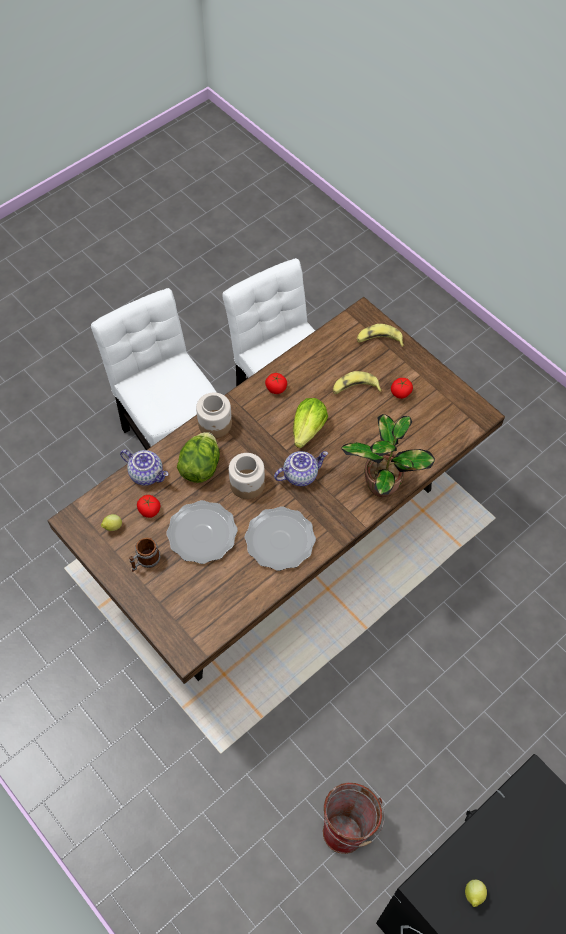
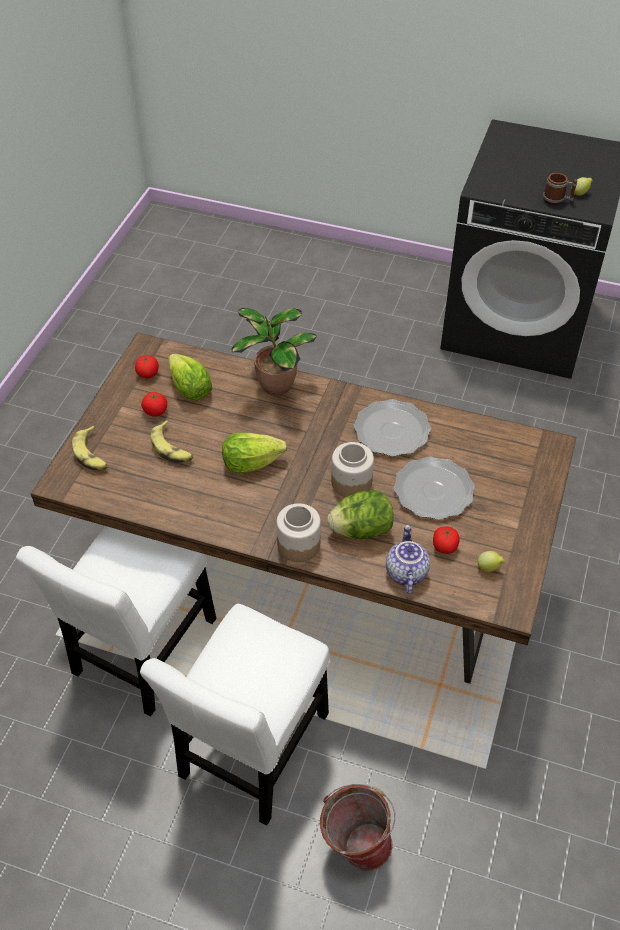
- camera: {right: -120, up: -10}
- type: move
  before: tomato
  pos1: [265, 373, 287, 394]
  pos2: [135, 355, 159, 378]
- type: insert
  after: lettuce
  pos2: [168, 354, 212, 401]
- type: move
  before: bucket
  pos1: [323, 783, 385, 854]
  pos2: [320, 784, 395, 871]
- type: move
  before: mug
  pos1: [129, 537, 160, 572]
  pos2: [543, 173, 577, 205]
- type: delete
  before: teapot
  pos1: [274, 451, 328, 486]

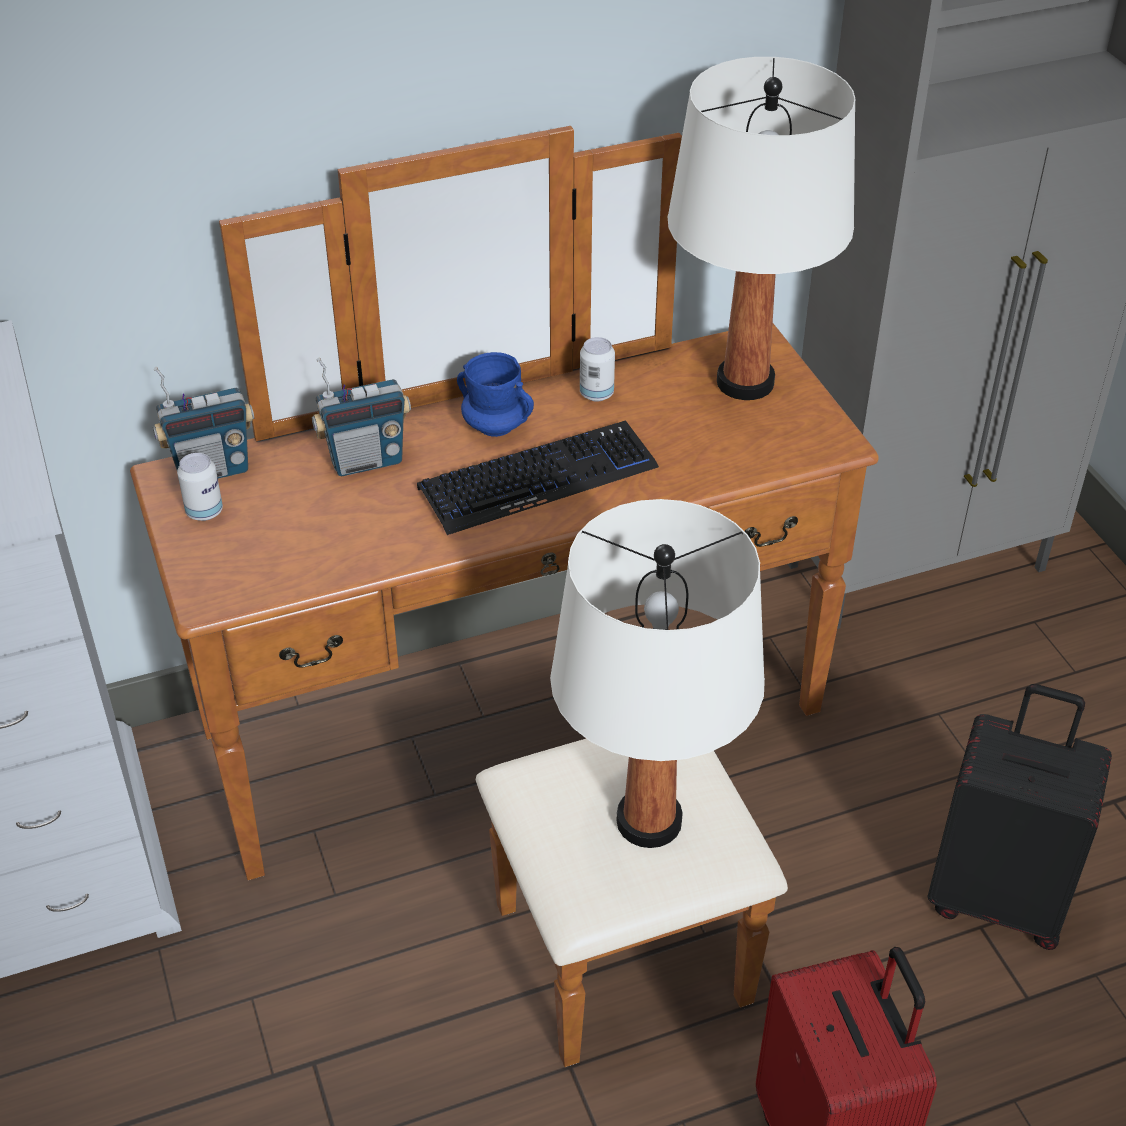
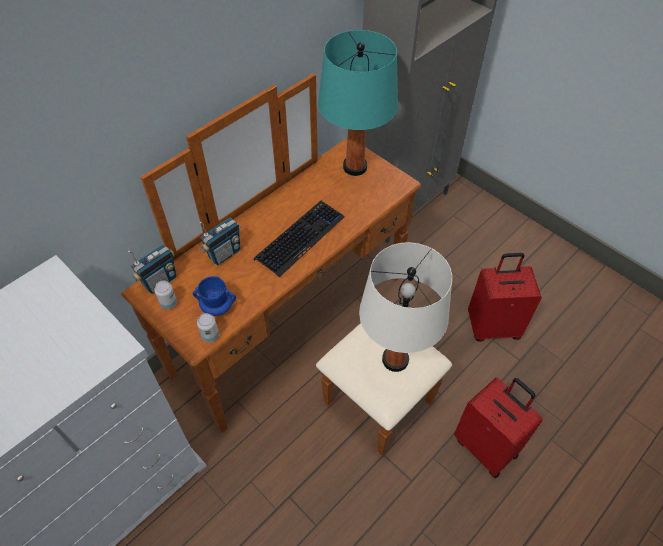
- camera: {right: -25, up: 10}
- type: move
  before: mug (blue)
  pos1: [457, 352, 534, 437]
  pos2: [193, 276, 236, 316]
- type: move
  before: can
  pos1: [580, 337, 615, 402]
  pos2: [197, 313, 219, 342]
- type: recolor
  before: table lamp (white)
  after: table lamp (turquoise)
  pos1: [668, 57, 856, 400]
  pos2: [318, 30, 398, 176]
- type: recolor
  before: suitcase (black)
  after: suitcase (red)
  pos1: [927, 684, 1112, 950]
  pos2: [468, 253, 542, 342]

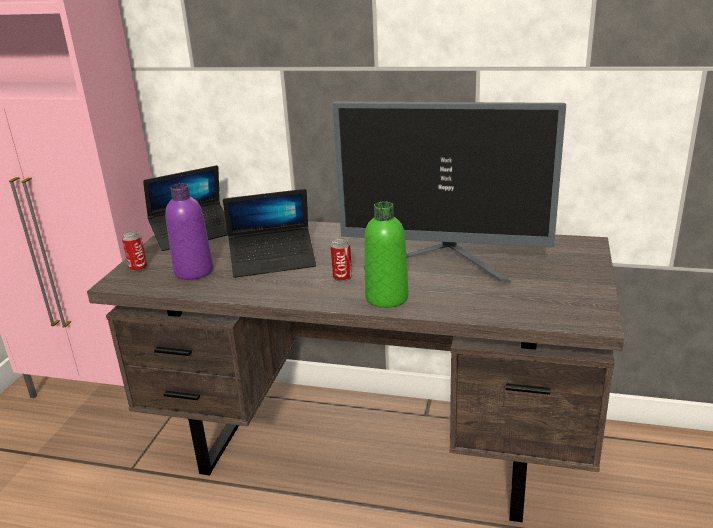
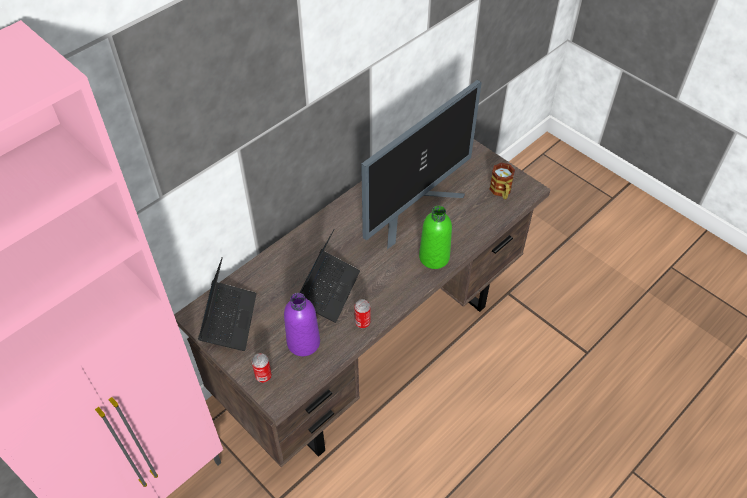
- camera: {right: -60, up: 25}
- type: move
  before: can
  pos1: [330, 238, 352, 282]
  pos2: [354, 299, 371, 328]
- type: insert
  after: mug
  pos2: [489, 163, 515, 199]

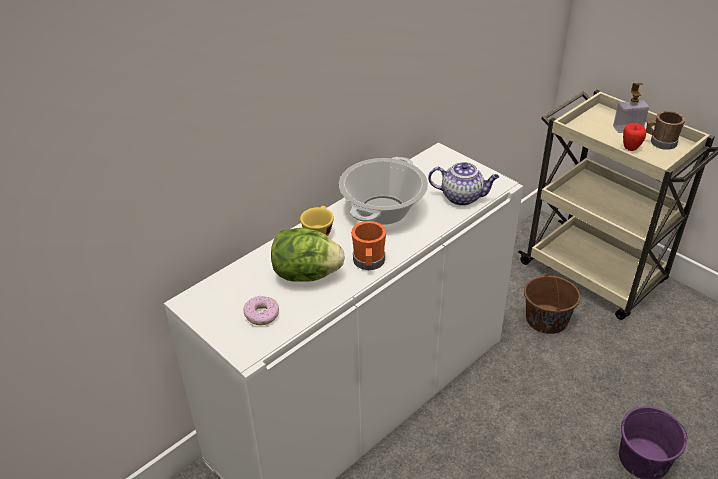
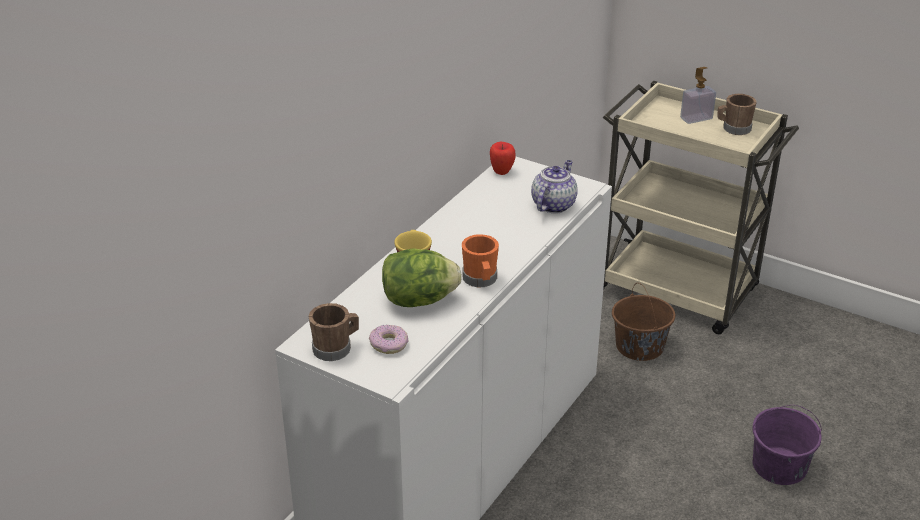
- camera: {right: -15, up: -5}
- type: insert
  after: mug (brown)
  pos2: [309, 303, 359, 361]
- type: move
  before: apple
  pos1: [623, 123, 646, 151]
  pos2: [490, 142, 516, 175]
- type: rotate
  before: teapot
  pos1: [428, 162, 499, 206]
  pos2: [531, 160, 578, 213]
  turn: -60
- type: delete
  before: cooking pot
  pos1: [339, 157, 428, 225]

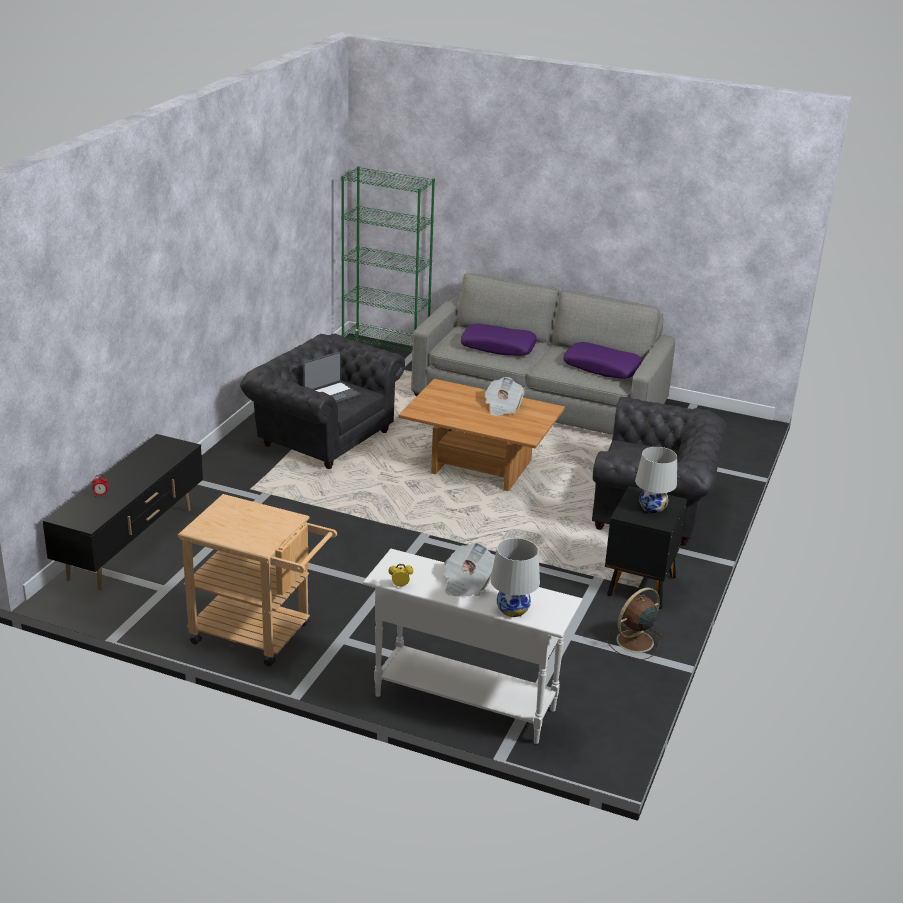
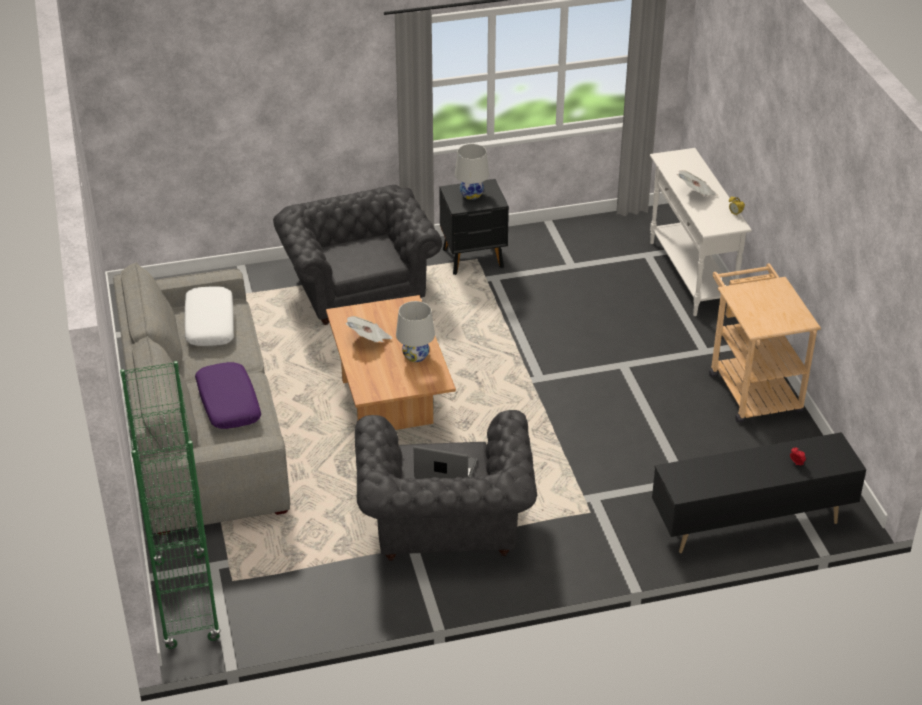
- camera: {right: -125, up: 10}
- type: recolor
  before: pillow (purple)
  after: pillow (white)
  pos1: [563, 342, 642, 379]
  pos2: [185, 286, 234, 346]
- type: move
  before: table lamp (white)
  pos1: [490, 538, 540, 617]
  pos2: [396, 301, 435, 362]
- type: delete
  before: fan (brown)
  pos1: [607, 588, 663, 660]

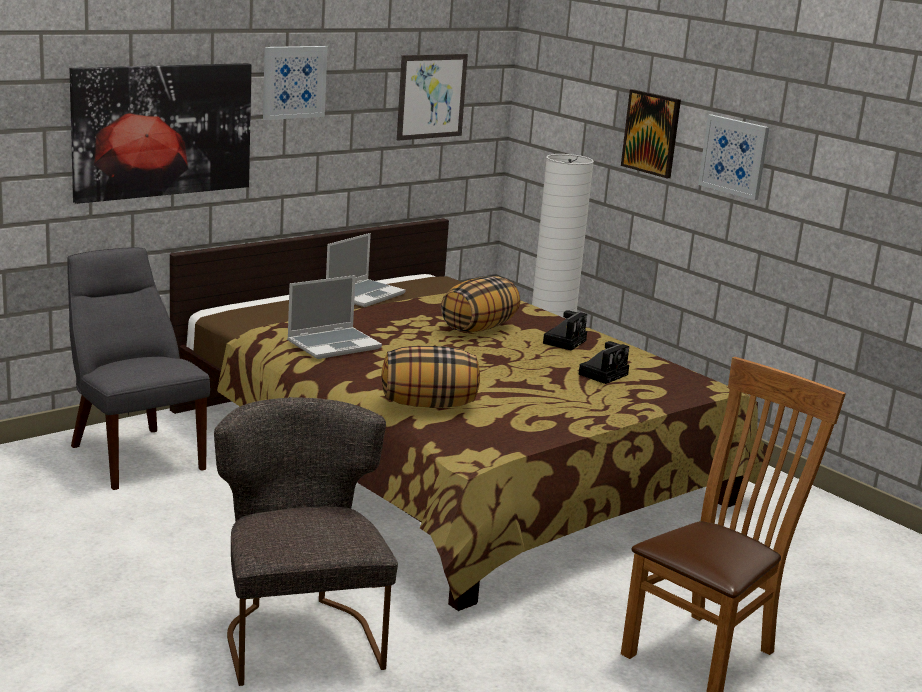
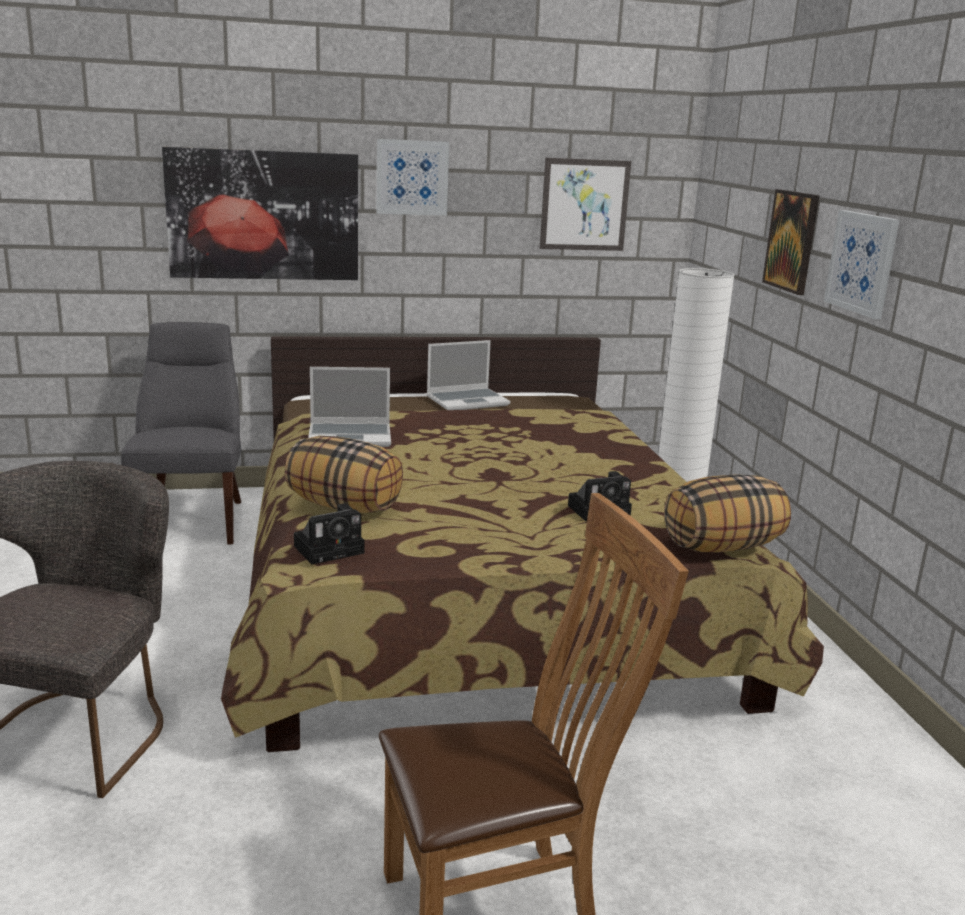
- camera: {right: 30, up: 0}
- type: move
  before: photo camera
  pos1: [543, 310, 587, 350]
  pos2: [294, 503, 364, 564]
- type: move
  before: pillow
  pos1: [441, 276, 520, 332]
  pos2: [664, 474, 791, 552]

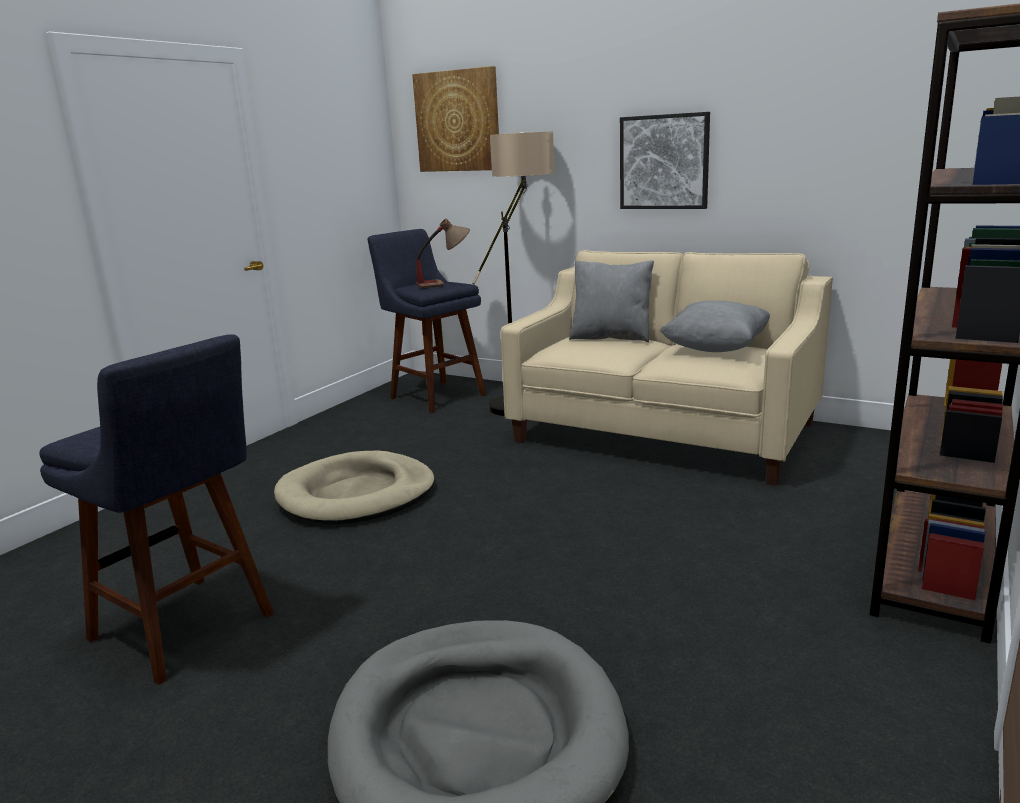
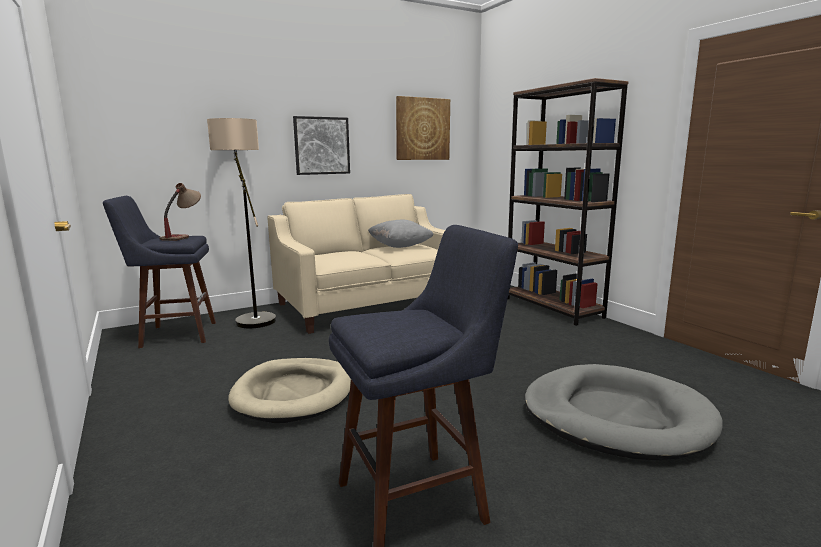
- camera: {right: -60, up: -5}
- type: move
  before: picture
  pos1: [412, 66, 499, 172]
  pos2: [396, 96, 450, 160]
- type: delete
  before: pillow (grey)
  pos1: [569, 260, 654, 342]

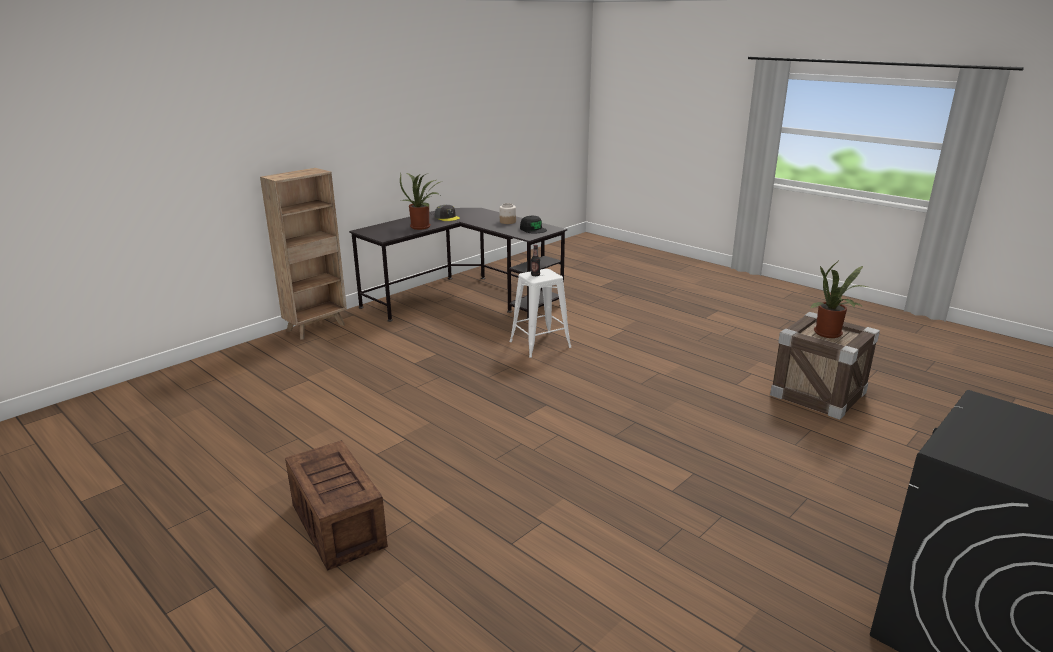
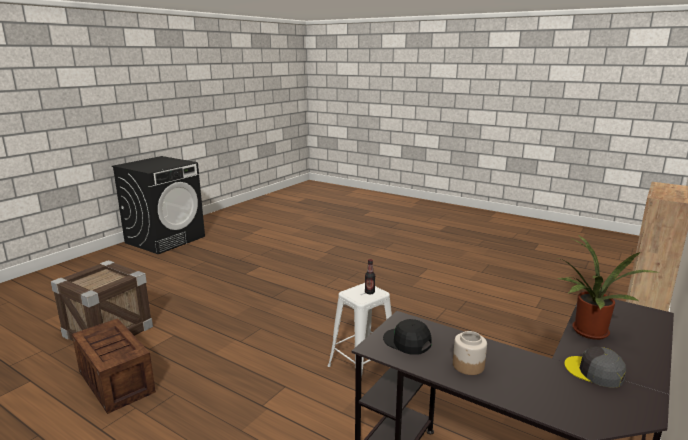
- camera: {right: 170, up: -5}
- type: move
  before: crate
  pos1: [285, 440, 388, 571]
  pos2: [72, 318, 156, 414]
- type: delete
  before: potted plant
  pos1: [810, 261, 867, 338]

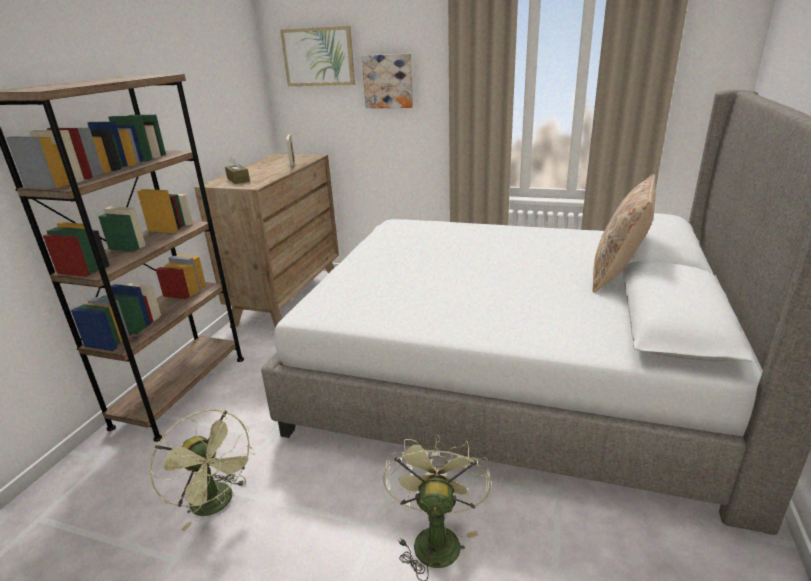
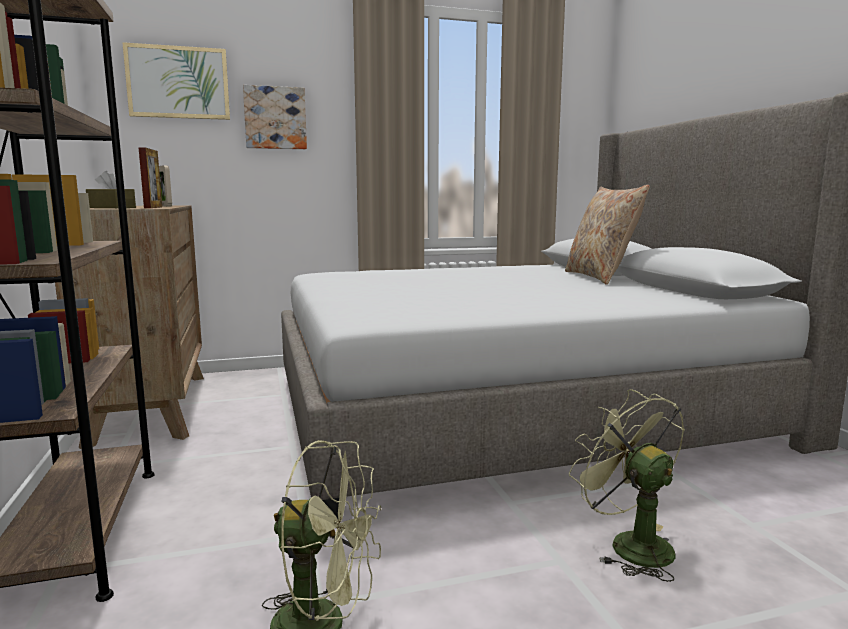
- camera: {right: -35, up: -15}
- type: insert
  after: picture frame
  pos2: [138, 147, 162, 208]

